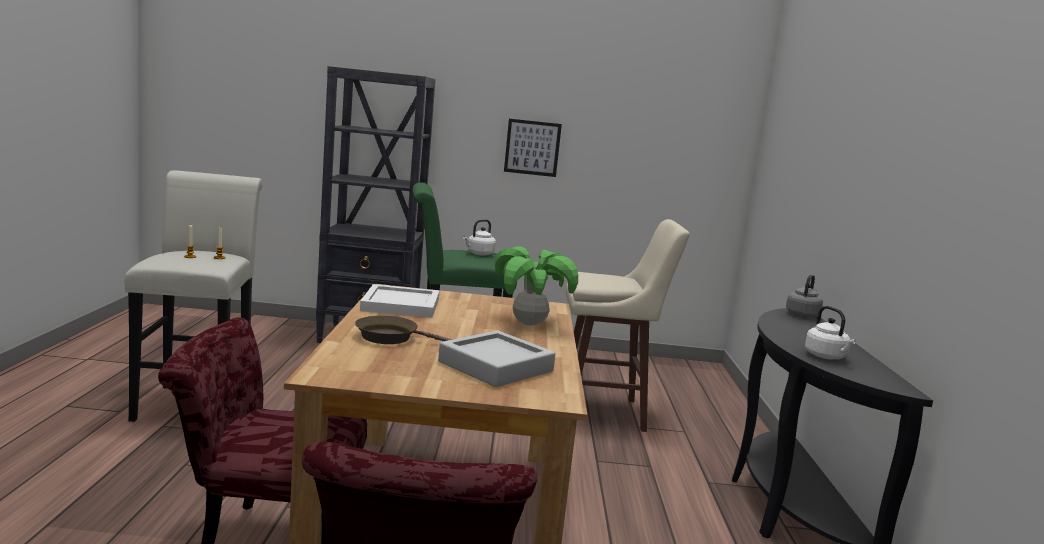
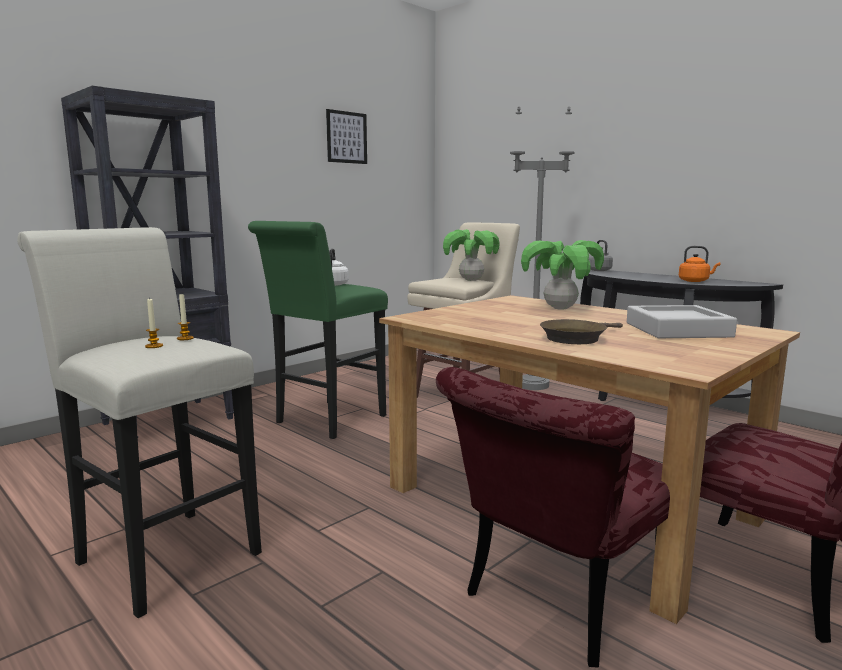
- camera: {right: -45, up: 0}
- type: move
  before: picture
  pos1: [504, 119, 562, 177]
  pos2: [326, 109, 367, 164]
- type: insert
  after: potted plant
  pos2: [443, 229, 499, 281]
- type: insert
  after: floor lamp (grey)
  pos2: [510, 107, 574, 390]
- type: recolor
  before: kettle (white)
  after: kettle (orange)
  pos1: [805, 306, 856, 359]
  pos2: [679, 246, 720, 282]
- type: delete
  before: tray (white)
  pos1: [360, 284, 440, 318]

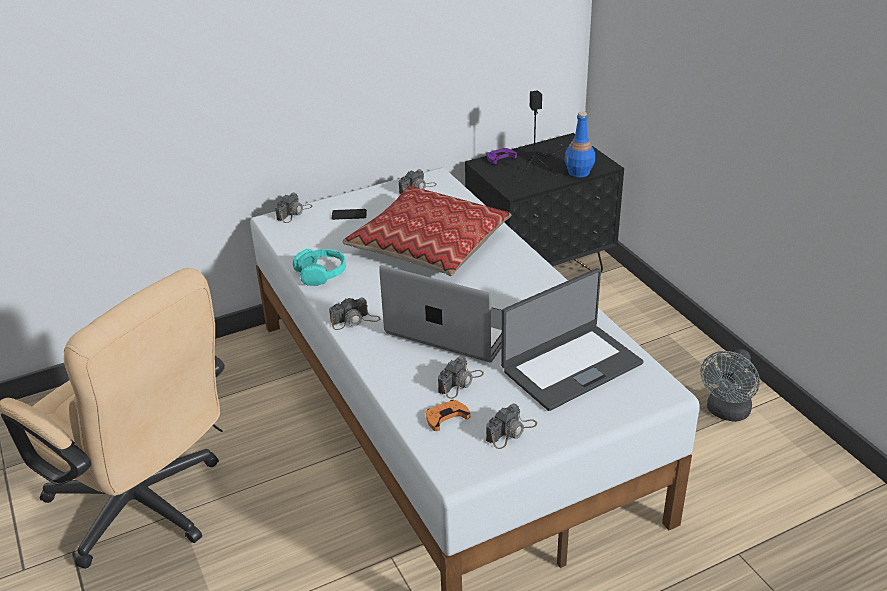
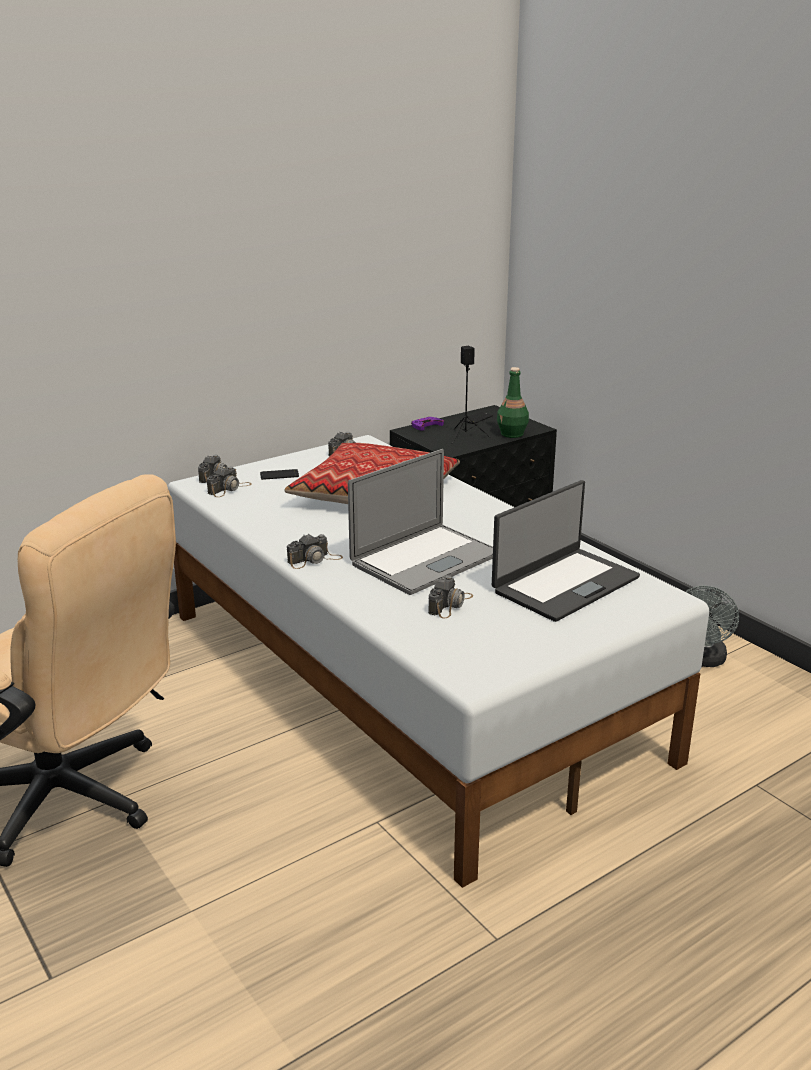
- camera: {right: -10, up: -10}
- type: move
  before: photo camera
  pos1: [486, 404, 537, 449]
  pos2: [207, 467, 252, 497]
- type: rotate
  before: laptop
  pos1: [379, 265, 502, 363]
  pos2: [348, 449, 493, 595]
  turn: 120
- type: recolor
  before: bottle (blue)
  after: bottle (green)
  pos1: [564, 111, 595, 178]
  pos2: [497, 367, 529, 438]
- type: delete
  before: headphones (turquoise)
  pos1: [293, 249, 346, 286]
- type: delete
  before: game controller (orange)
  pos1: [426, 400, 470, 431]

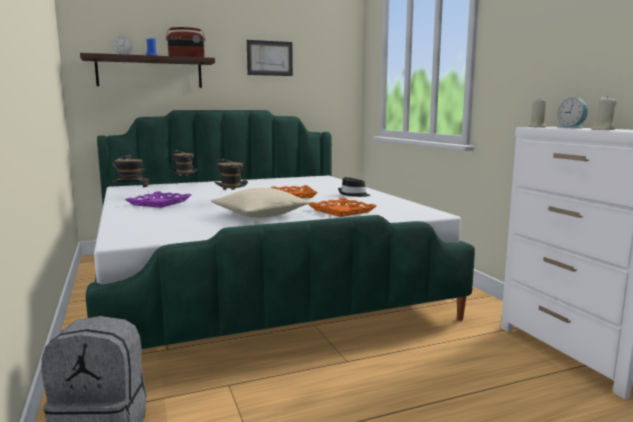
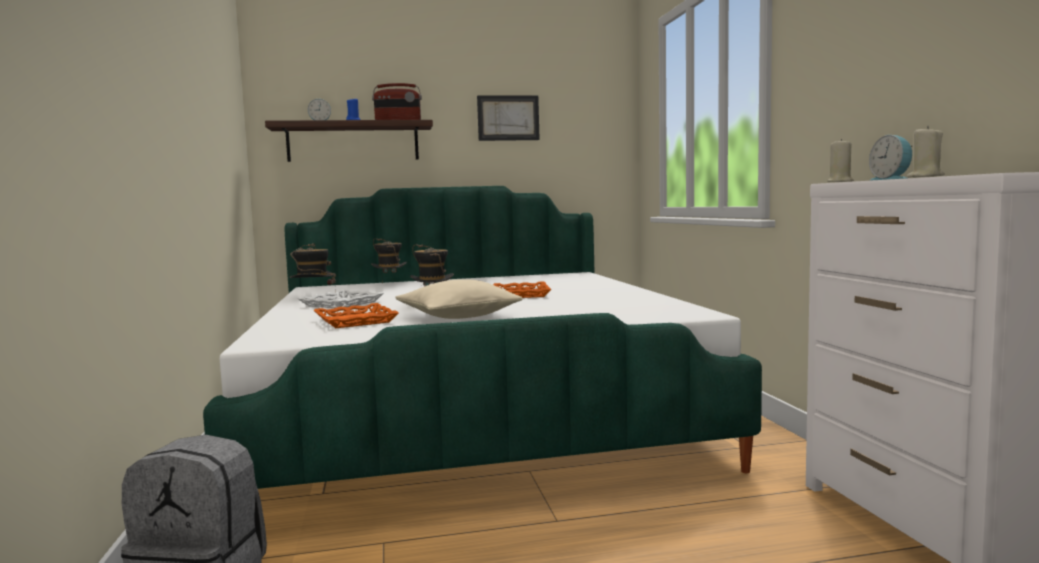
- camera: {right: 10, up: -5}
- type: recolor
  before: tray (purple)
  after: tray (white)
  pos1: [125, 191, 191, 208]
  pos2: [298, 290, 384, 308]
- type: move
  before: tray (orange)
  pos1: [309, 198, 377, 217]
  pos2: [314, 303, 399, 328]
- type: delete
  before: hat (black)
  pos1: [338, 177, 370, 197]

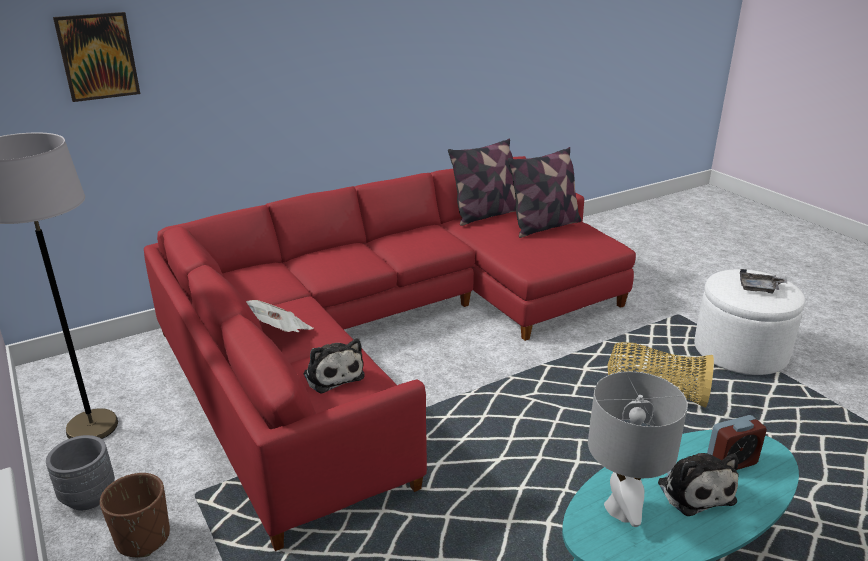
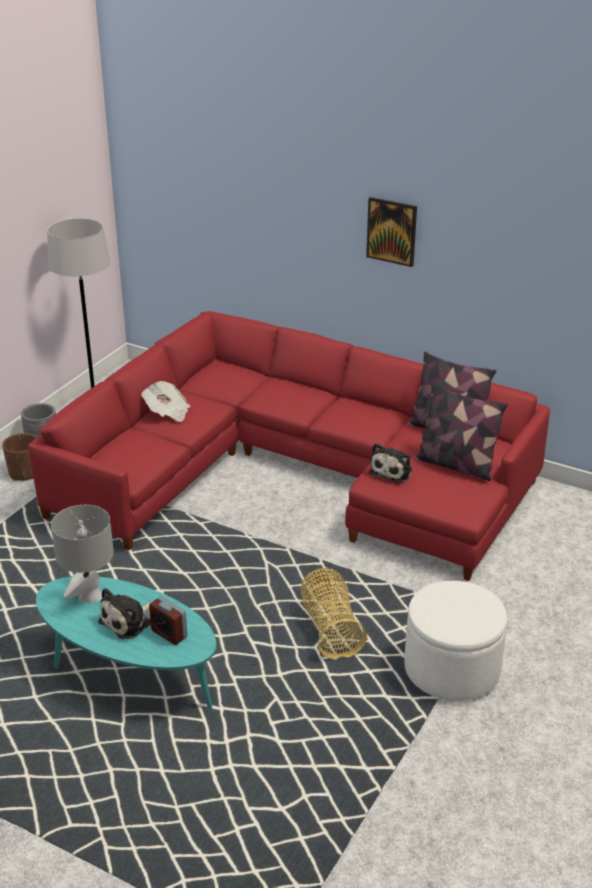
- camera: {right: 60, up: 5}
- type: move
  before: picture
  pos1: [53, 12, 140, 102]
  pos2: [366, 197, 417, 267]
- type: move
  before: plush toy
  pos1: [303, 338, 364, 394]
  pos2: [369, 443, 413, 483]
- type: delete
  before: tray (grey)
  pos1: [740, 269, 787, 294]

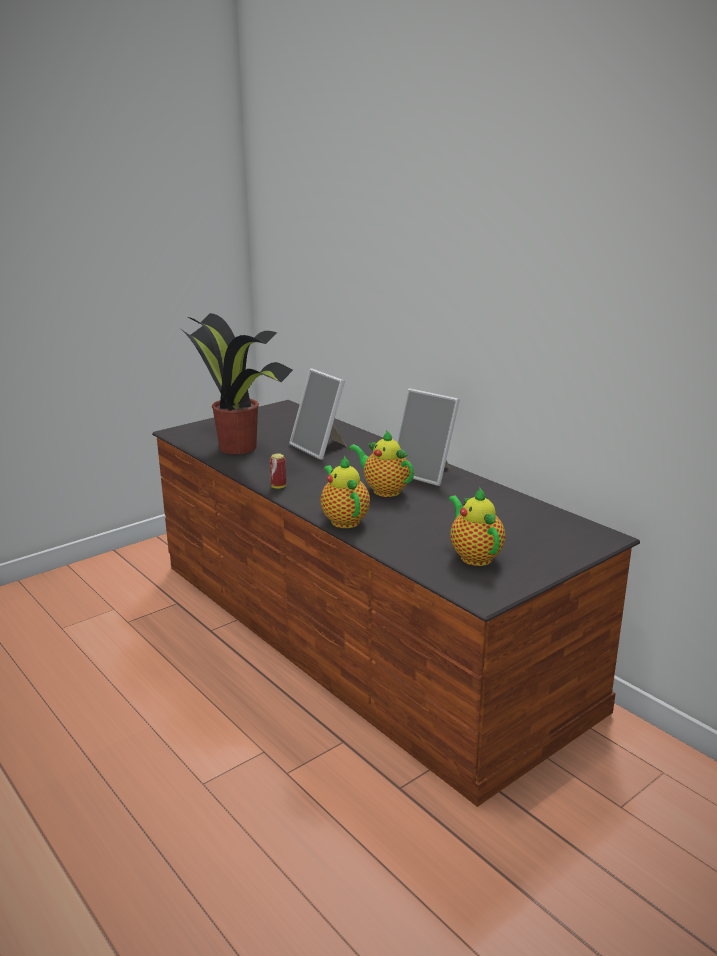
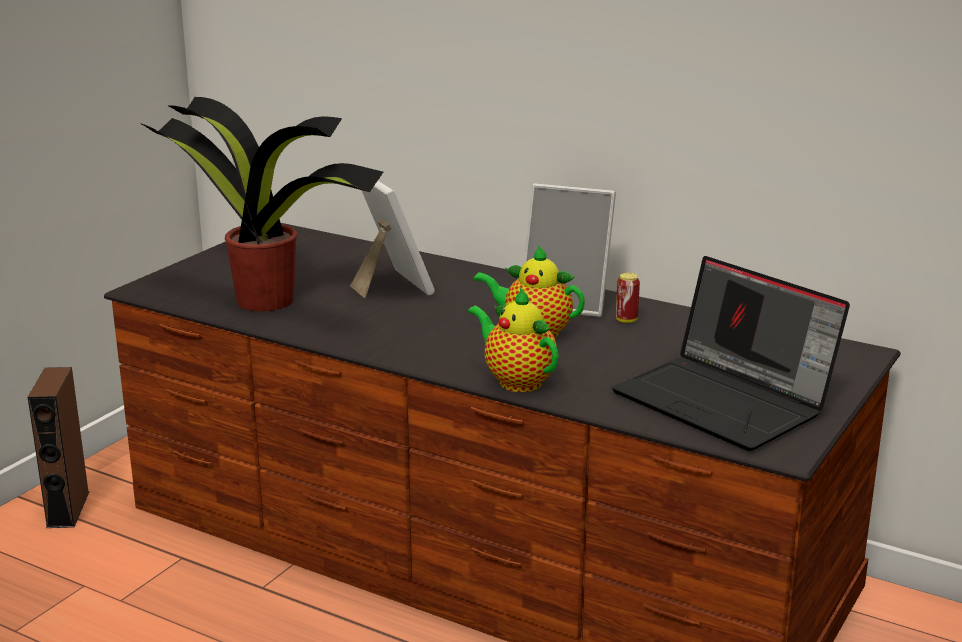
- camera: {right: -20, up: 0}
- type: insert
  after: speaker (brown)
  pos2: [27, 367, 89, 528]
- type: rotate
  before: picture frame
  pos1: [289, 368, 347, 460]
  pos2: [350, 181, 435, 298]
  turn: -150
- type: replace
  before: teapot
  after: laptop
  pos1: [449, 487, 505, 566]
  pos2: [611, 256, 850, 451]
- type: move
  before: can
  pos1: [270, 453, 286, 489]
  pos2: [616, 273, 640, 323]

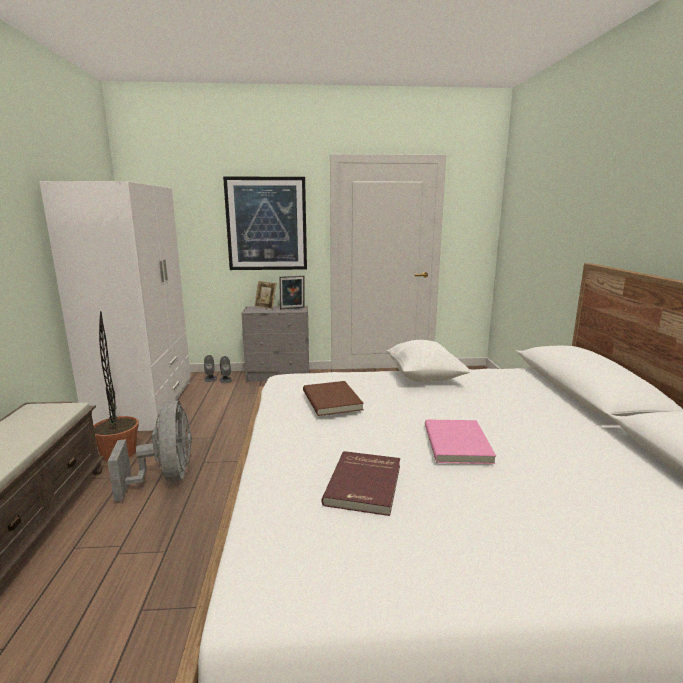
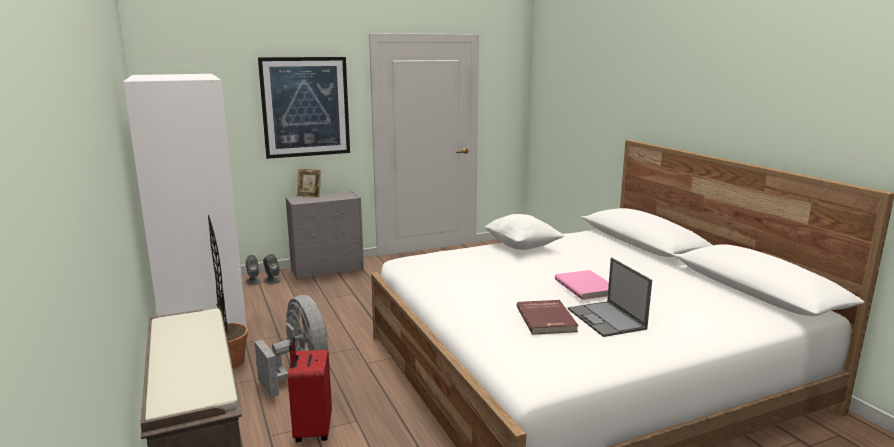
- camera: {right: -20, up: 0}
- type: insert
  after: suitcase (red)
  pos2: [288, 337, 332, 442]
- type: insert
  after: laptop
  pos2: [568, 258, 652, 337]
- type: delete
  before: picture frame
  pos1: [279, 275, 305, 309]
- type: delete
  before: book (brown)
  pos1: [303, 381, 364, 416]

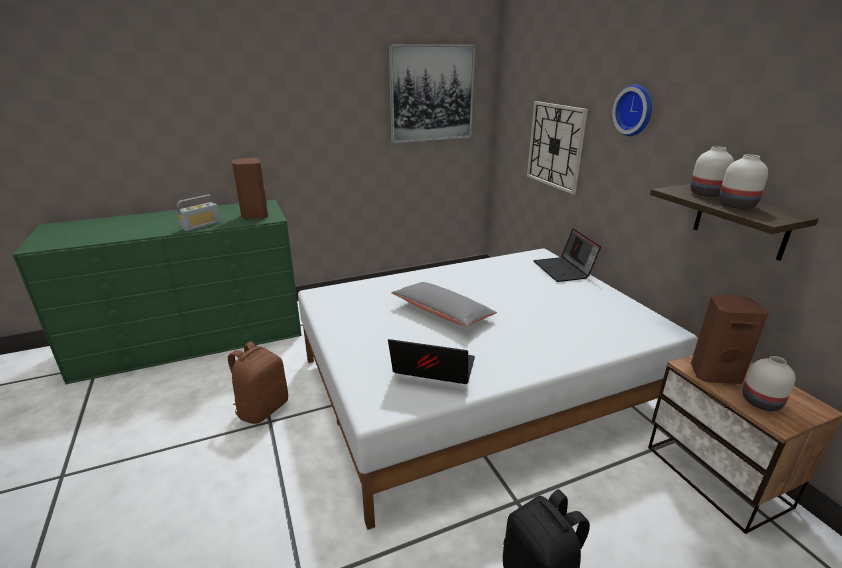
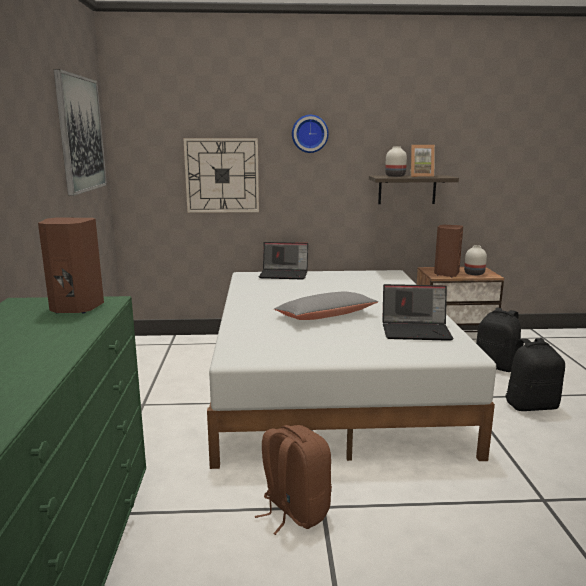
- camera: {right: -70, up: -10}
- type: rotate
  before: laptop
  pos1: [388, 339, 475, 384]
  pos2: [382, 284, 454, 341]
  turn: -120
- type: replace
  before: vase (white)
  after: picture frame
  pos1: [719, 154, 768, 209]
  pos2: [410, 145, 435, 177]
- type: insert
  after: backpack (black)
  pos2: [476, 308, 521, 372]
- type: delete
  before: radio
  pos1: [177, 195, 220, 231]

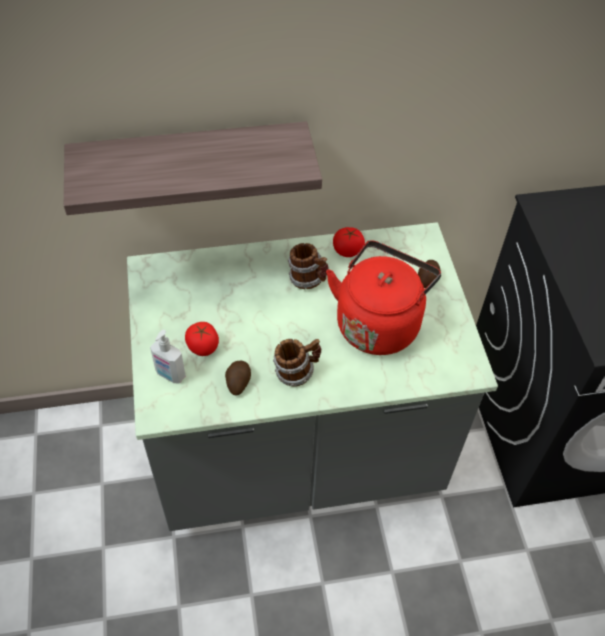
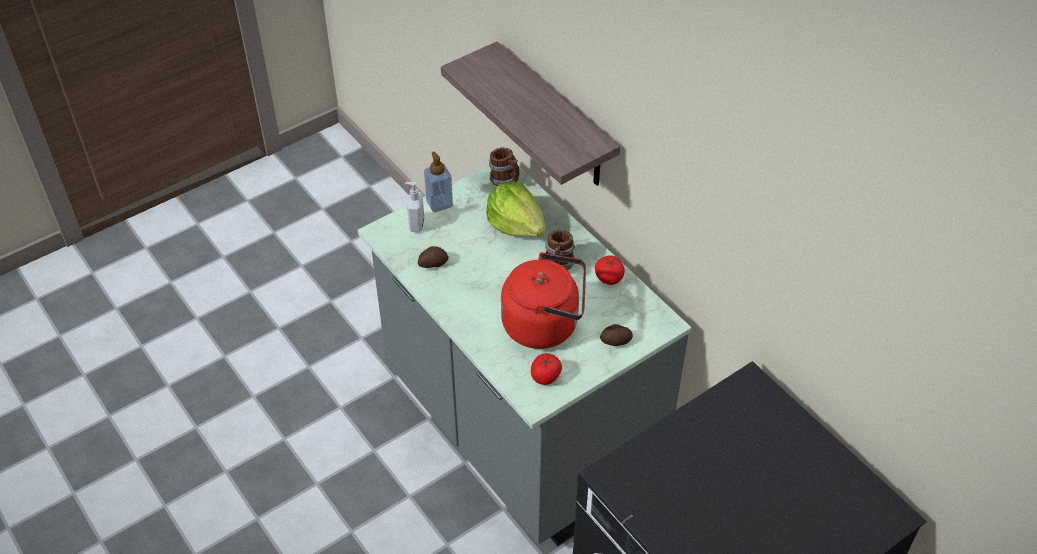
- camera: {right: 65, up: -5}
- type: insert
  after: soap dispenser
  pos2: [424, 152, 453, 213]
- type: insert
  after: lettuce
  pos2: [486, 182, 546, 237]
- type: move
  before: mug
  pos1: [273, 339, 321, 386]
  pos2: [489, 148, 520, 186]
- type: move
  before: tomato
  pos1: [185, 322, 219, 356]
  pos2: [531, 353, 562, 385]

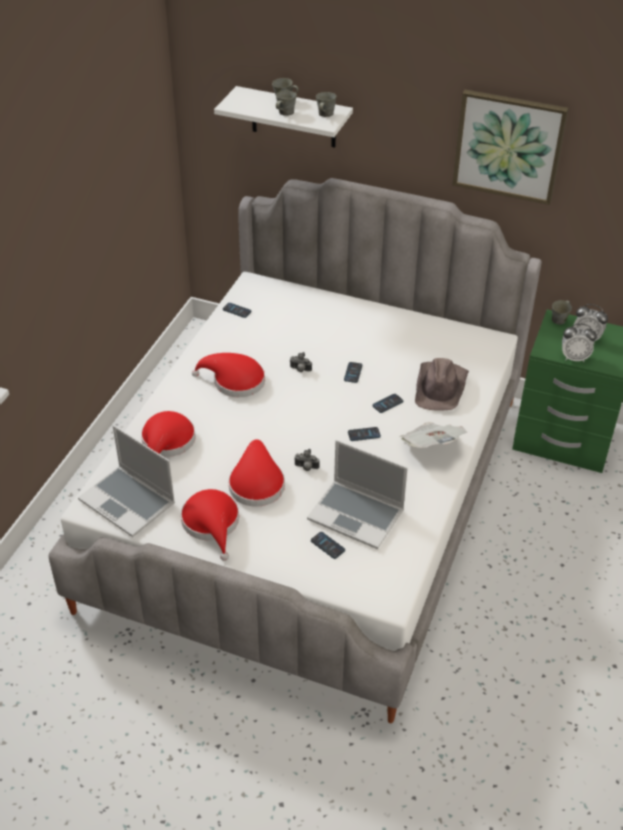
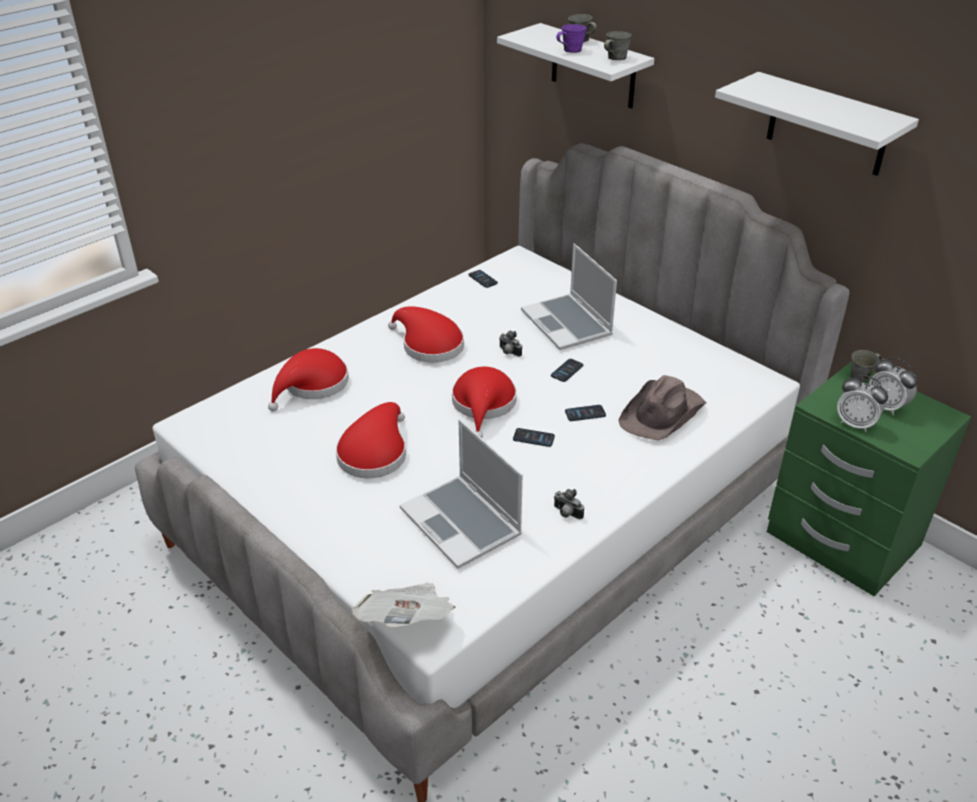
- camera: {right: 25, up: -5}
- type: move
  before: newspaper
  pos1: [399, 422, 467, 448]
  pos2: [352, 583, 456, 627]
- type: move
  before: hat (red)
  pos1: [181, 489, 239, 561]
  pos2: [452, 367, 517, 438]
- type: move
  before: laptop
  pos1: [78, 425, 175, 537]
  pos2: [521, 244, 617, 350]
- type: move
  before: photo camera
  pos1: [294, 449, 320, 471]
  pos2: [554, 489, 584, 519]
- type: recolor
  before: mug (grey)
  after: mug (purple)
  pos1: [276, 91, 297, 116]
  pos2: [556, 24, 587, 53]
- type: replace
  before: picture
  after: shelf (white)
  pos1: [452, 90, 569, 205]
  pos2: [715, 72, 919, 176]
- type: delete
  before: phone
  pos1: [311, 532, 345, 559]

